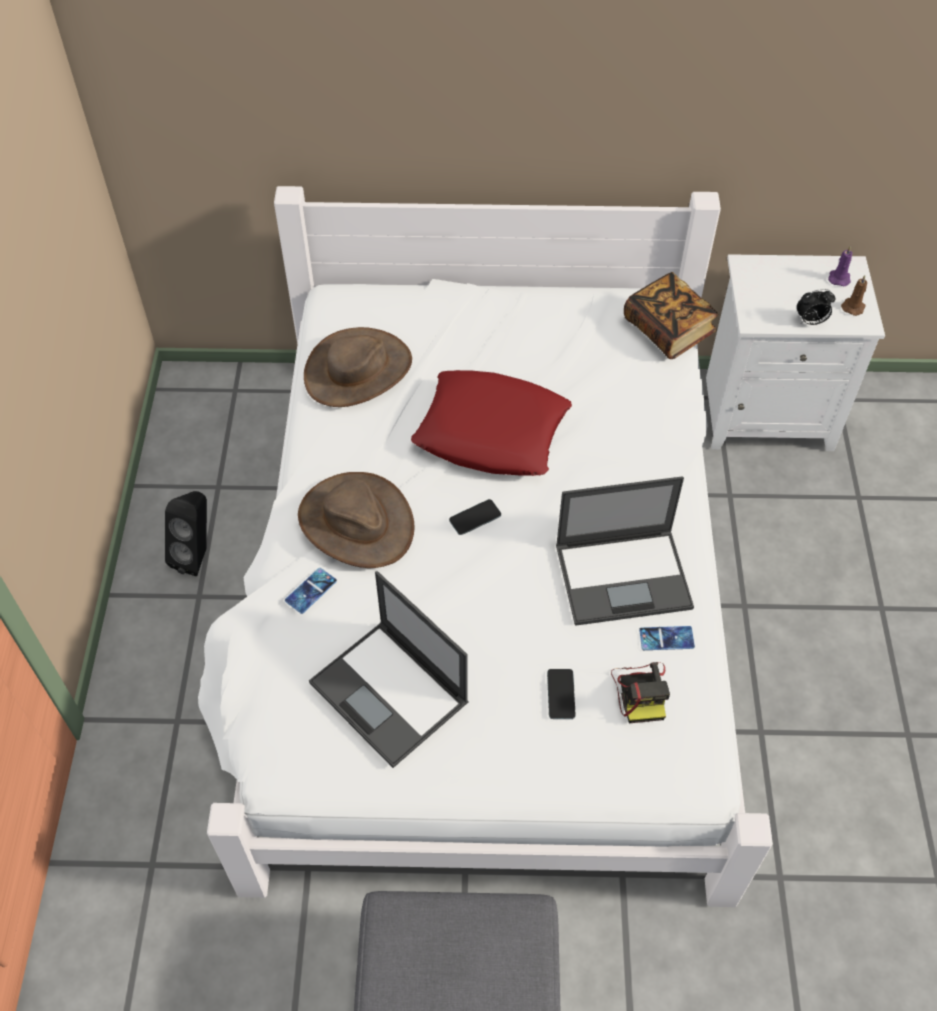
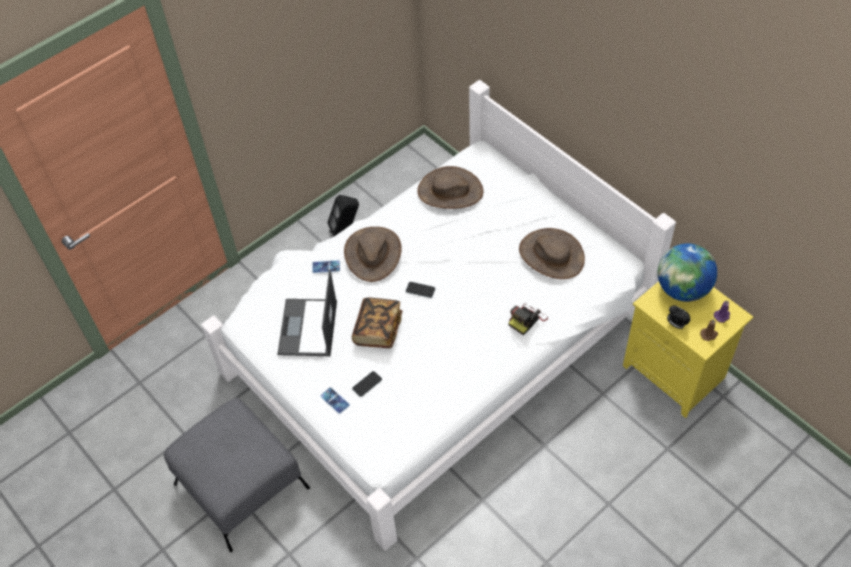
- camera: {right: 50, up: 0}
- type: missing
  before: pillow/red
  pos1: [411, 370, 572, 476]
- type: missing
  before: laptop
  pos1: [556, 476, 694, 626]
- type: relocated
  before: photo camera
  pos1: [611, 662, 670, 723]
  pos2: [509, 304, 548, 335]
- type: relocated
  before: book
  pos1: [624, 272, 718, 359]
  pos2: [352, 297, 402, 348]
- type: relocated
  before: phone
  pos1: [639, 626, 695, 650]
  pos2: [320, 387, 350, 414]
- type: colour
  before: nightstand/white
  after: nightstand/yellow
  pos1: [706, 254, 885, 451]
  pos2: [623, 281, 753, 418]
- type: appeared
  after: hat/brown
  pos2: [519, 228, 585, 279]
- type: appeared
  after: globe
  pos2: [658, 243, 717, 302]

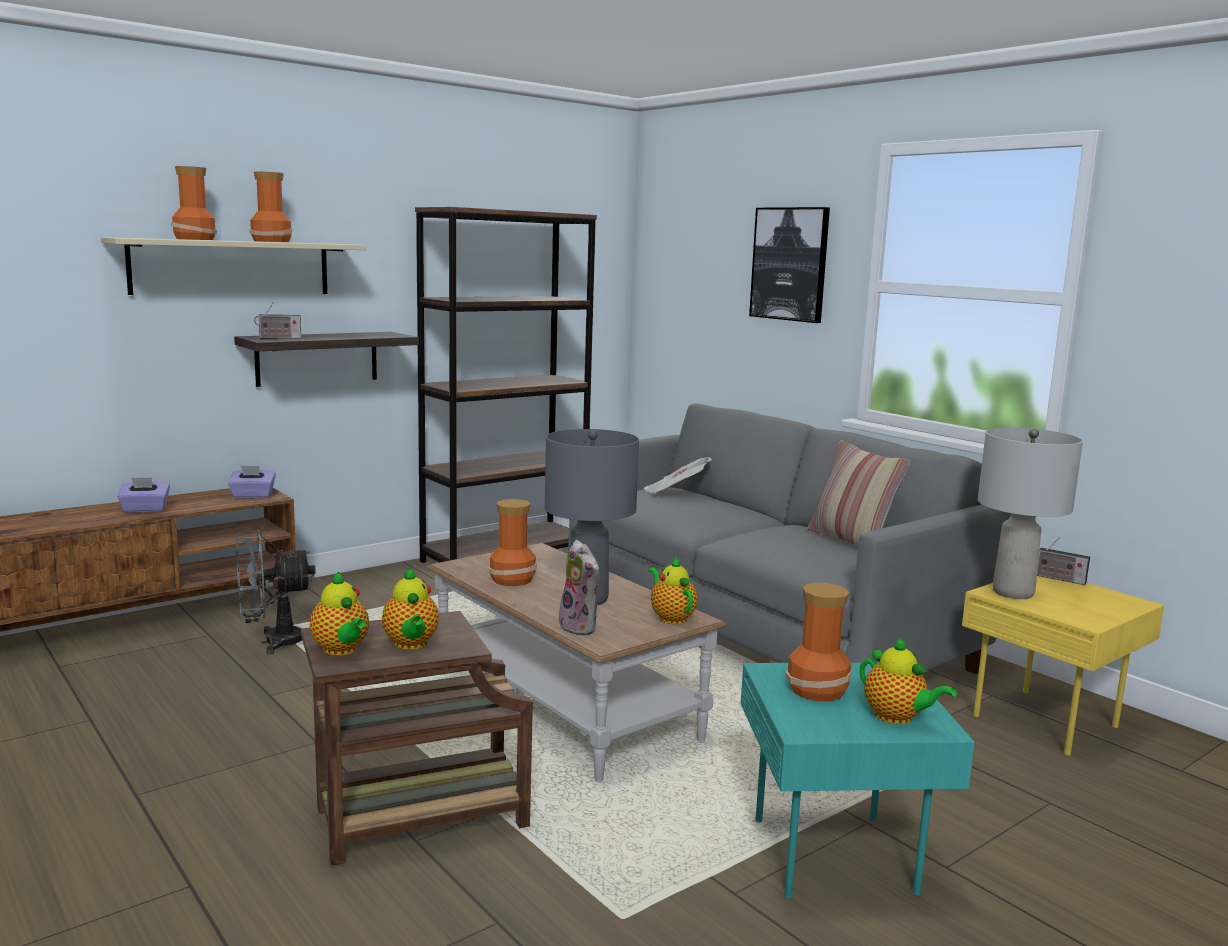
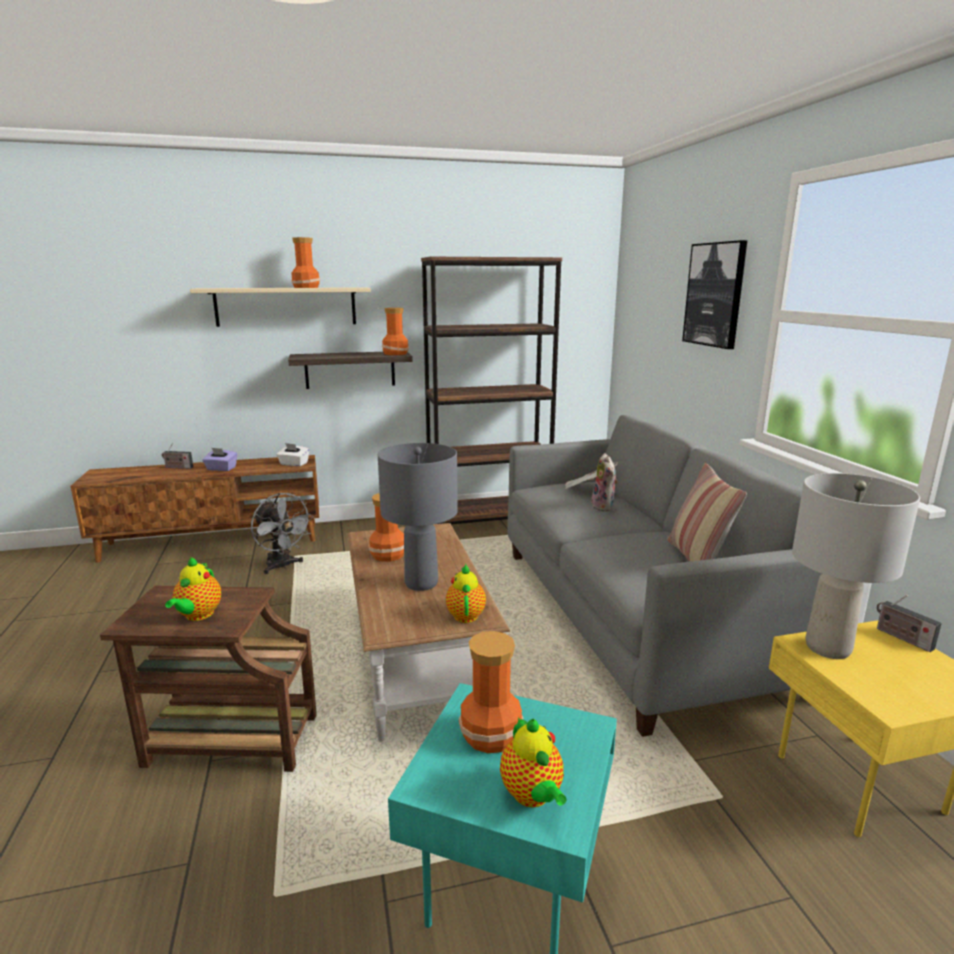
- camera: {right: 25, up: 5}
- type: relocated
  before: vase
  pos1: [171, 166, 217, 240]
  pos2: [382, 308, 409, 355]
- type: colour
  before: tissue box/purple
  after: tissue box/white
  pos1: [228, 465, 276, 499]
  pos2: [276, 443, 309, 466]
- type: spun
  before: fan/grey
  pos1: [236, 530, 316, 655]
  pos2: [251, 493, 314, 574]
  turn: -135
- type: relocated
  before: radio
  pos1: [254, 302, 301, 339]
  pos2: [162, 443, 193, 469]
- type: missing
  before: teapot
  pos1: [310, 571, 369, 655]
- type: relocated
  before: plush toy
  pos1: [559, 540, 599, 635]
  pos2: [592, 453, 618, 512]

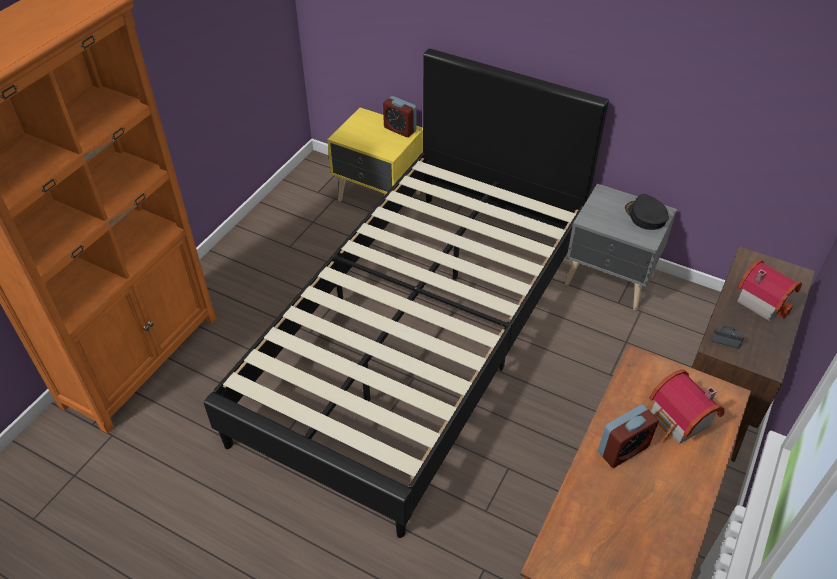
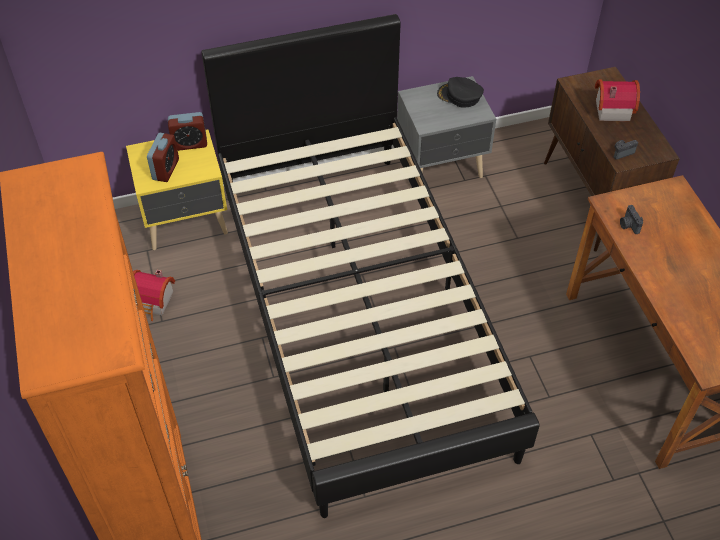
- camera: {right: -45, up: 5}
- type: relocated
  before: alarm clock
  pos1: [598, 404, 659, 468]
  pos2: [147, 133, 179, 182]
- type: relocated
  before: toy house
  pos1: [649, 369, 725, 444]
  pos2: [133, 270, 175, 321]
- type: appeared
  after: photo camera
  pos2: [620, 205, 643, 234]

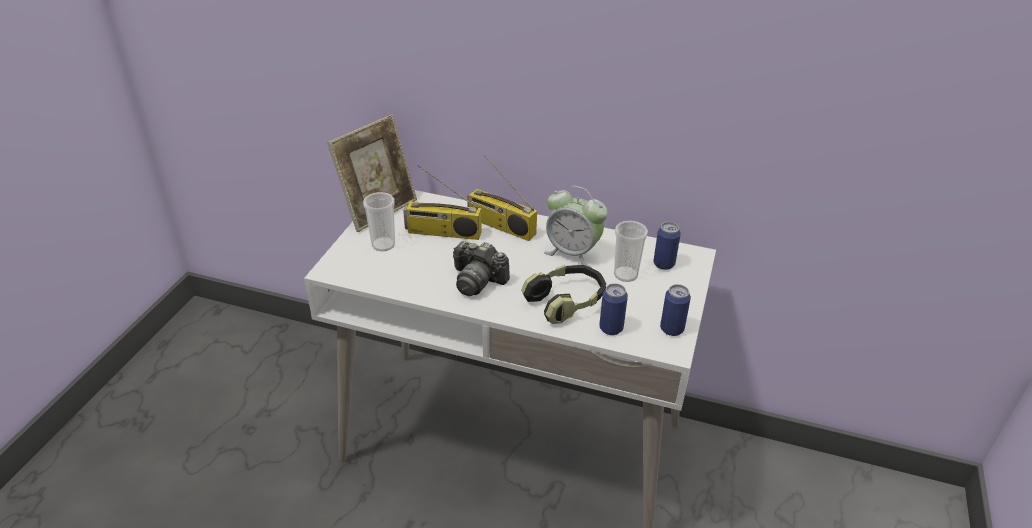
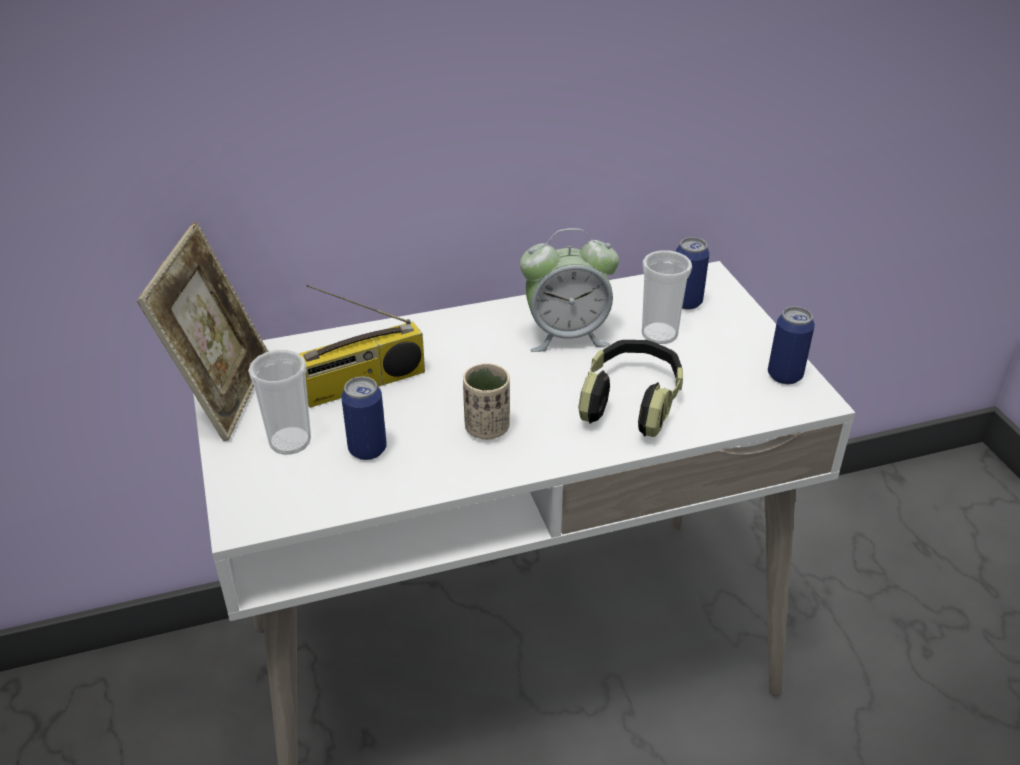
- camera: {right: -35, up: 0}
- type: exchanged
  before: photo camera
  after: cup/beige
  pos1: [453, 241, 510, 296]
  pos2: [463, 363, 510, 440]
- type: missing
  before: radio
  pos1: [467, 155, 537, 241]
- type: relocated
  before: can
  pos1: [599, 283, 628, 335]
  pos2: [341, 377, 387, 460]

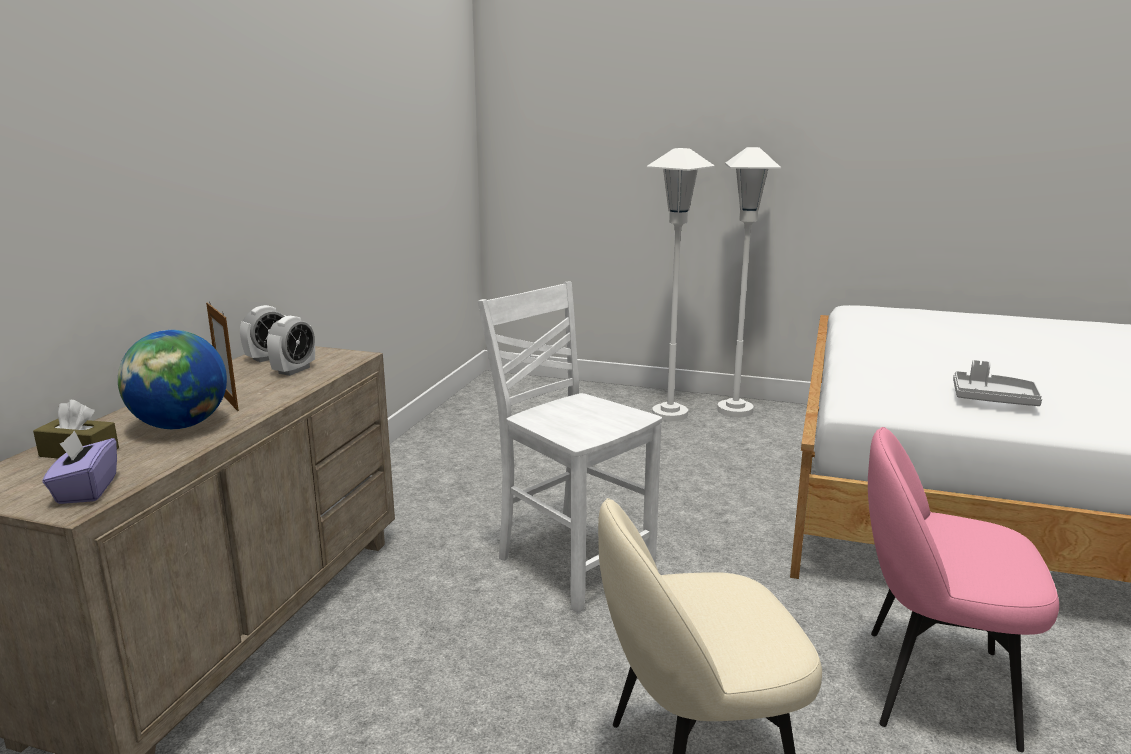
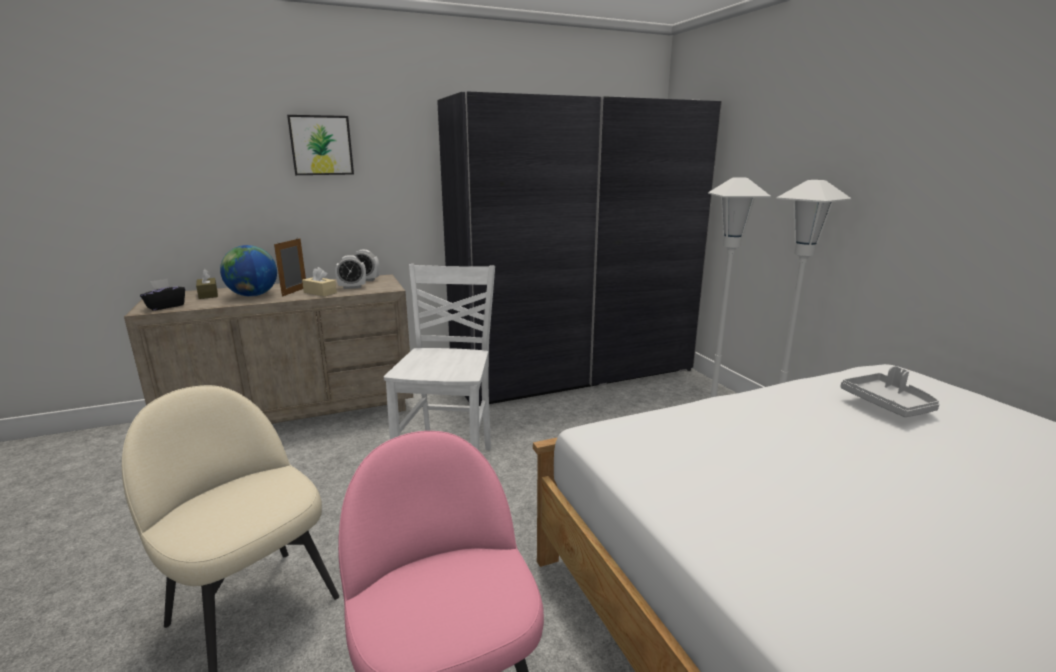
- camera: {right: 50, up: 0}
- type: colour
  before: tissue box/purple
  after: tissue box/black
  pos1: [43, 431, 117, 504]
  pos2: [140, 279, 185, 311]
- type: relocated
  before: tray/grey
  pos1: [953, 360, 1042, 406]
  pos2: [840, 366, 940, 417]
- type: appeared
  after: picture
  pos2: [287, 115, 354, 175]
- type: appeared
  after: tissue box/beige
  pos2: [302, 267, 337, 296]
- type: appeared
  after: wardrobe/grey
  pos2: [437, 91, 722, 406]

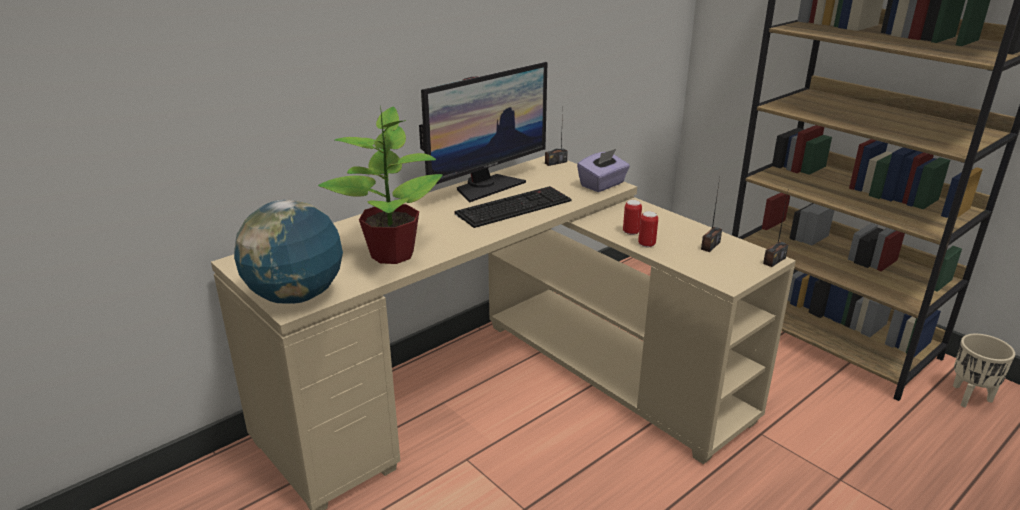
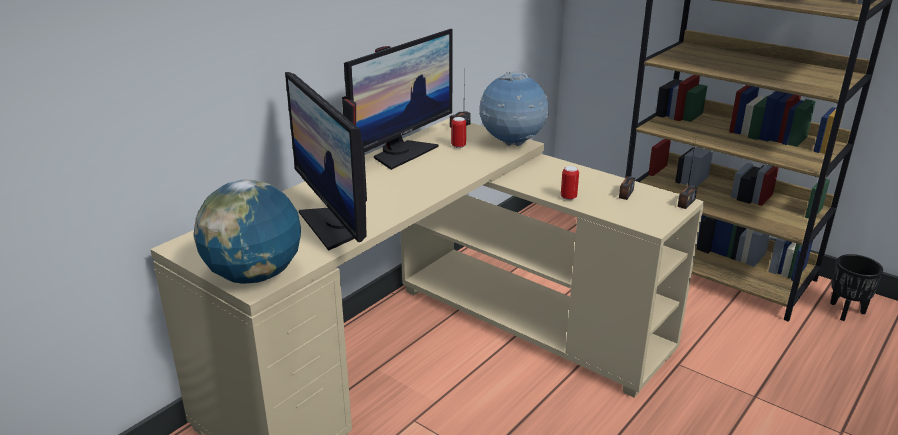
- camera: {right: -10, up: 0}
- type: exchanged
  before: potted plant
  after: monitor
  pos1: [318, 106, 442, 264]
  pos2: [285, 72, 367, 251]
- type: missing
  before: keyboard
  pos1: [455, 186, 572, 228]
- type: exchanged
  before: tissue box/purple
  after: globe
  pos1: [577, 149, 630, 192]
  pos2: [479, 71, 549, 146]
- type: relocated
  before: can
  pos1: [623, 200, 642, 235]
  pos2: [451, 117, 466, 148]
- type: colour
  before: planter/beige
  after: planter/black
  pos1: [953, 334, 1015, 407]
  pos2: [830, 254, 883, 321]

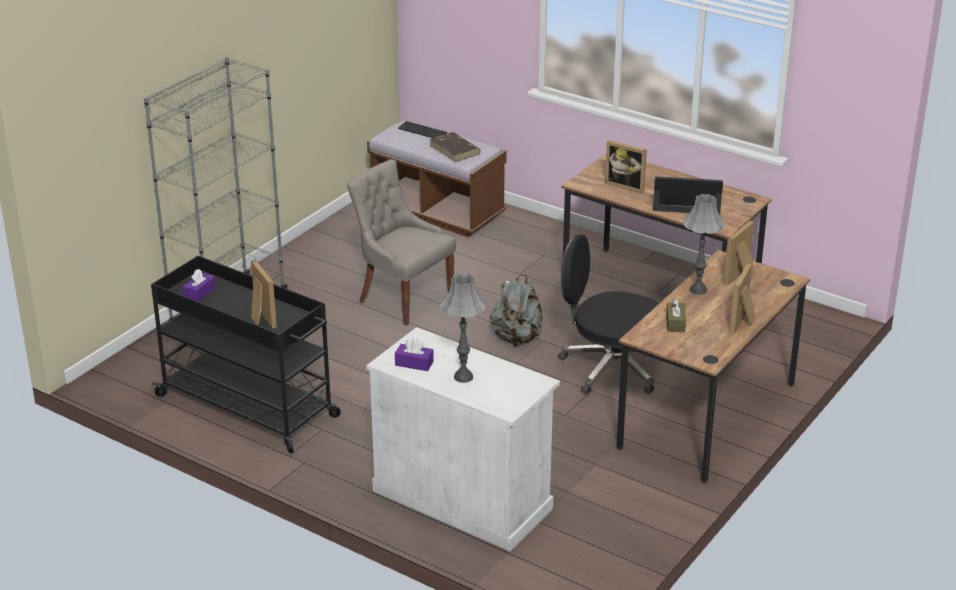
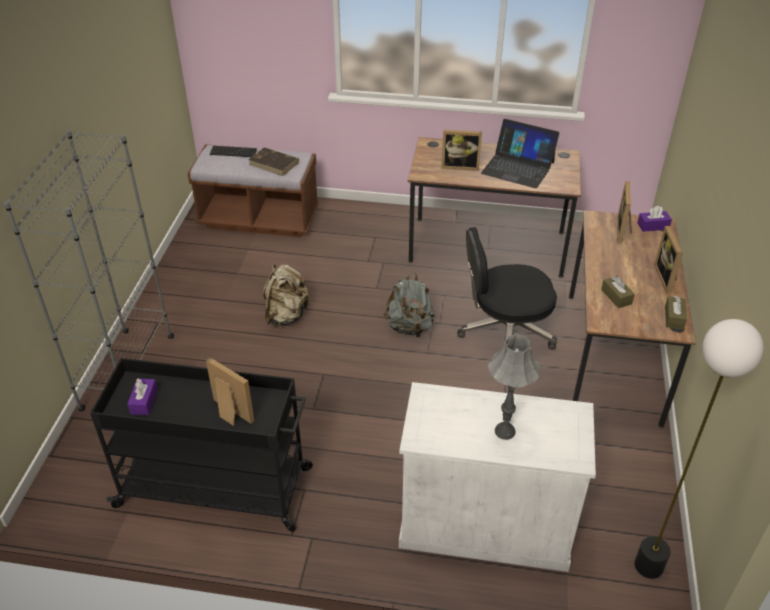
- camera: {right: -25, up: 10}
- type: exchanged
  before: chair/grey
  after: backpack/beige
  pos1: [346, 159, 456, 326]
  pos2: [263, 264, 310, 327]
- type: relocated
  before: tissue box/purple
  pos1: [395, 338, 434, 371]
  pos2: [637, 206, 672, 232]
- type: spun
  before: laptop
  pos1: [653, 176, 723, 215]
  pos2: [481, 119, 559, 188]
  turn: -135
- type: missing
  before: table lamp/grey
  pos1: [683, 194, 725, 295]
- type: appeared
  after: floor lamp
  pos2: [634, 319, 764, 579]
- type: appeared
  after: tissue box/brown
  pos2: [665, 296, 687, 330]

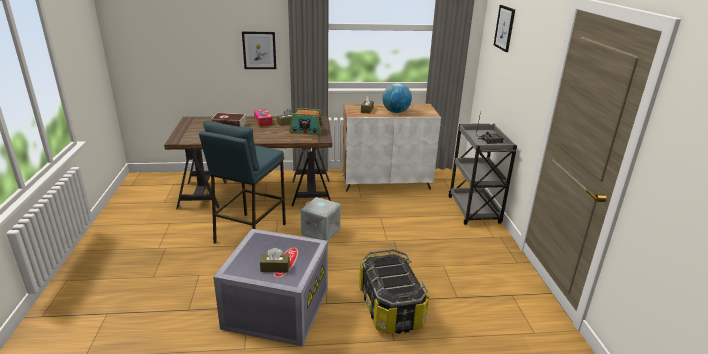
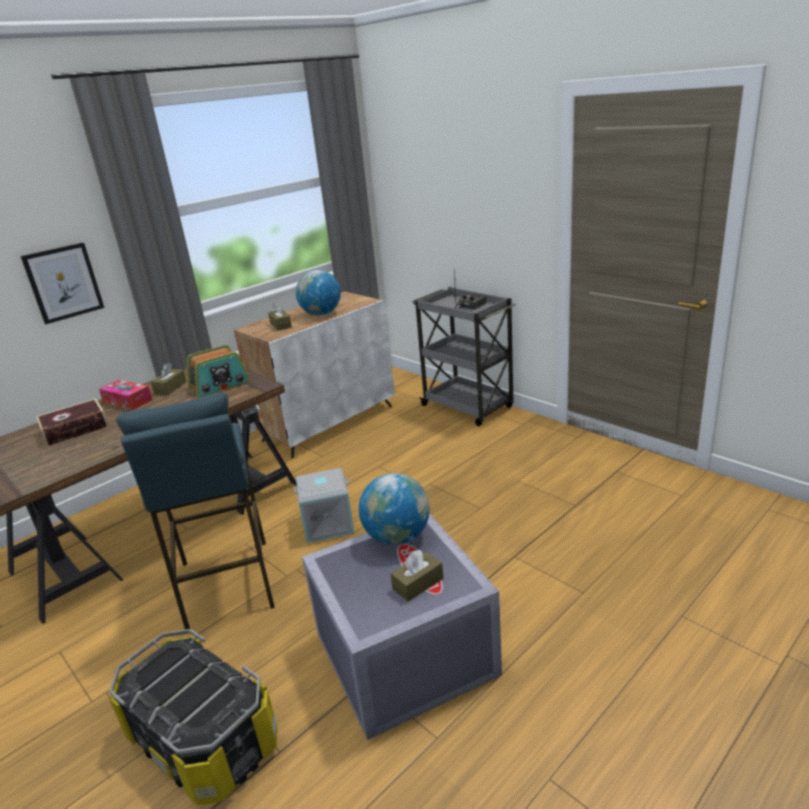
- camera: {right: -35, up: 0}
- type: relocated
  before: storage box
  pos1: [359, 249, 429, 334]
  pos2: [109, 629, 277, 805]
- type: missing
  before: picture
  pos1: [494, 5, 515, 52]
- type: appeared
  after: globe
  pos2: [359, 473, 430, 545]

